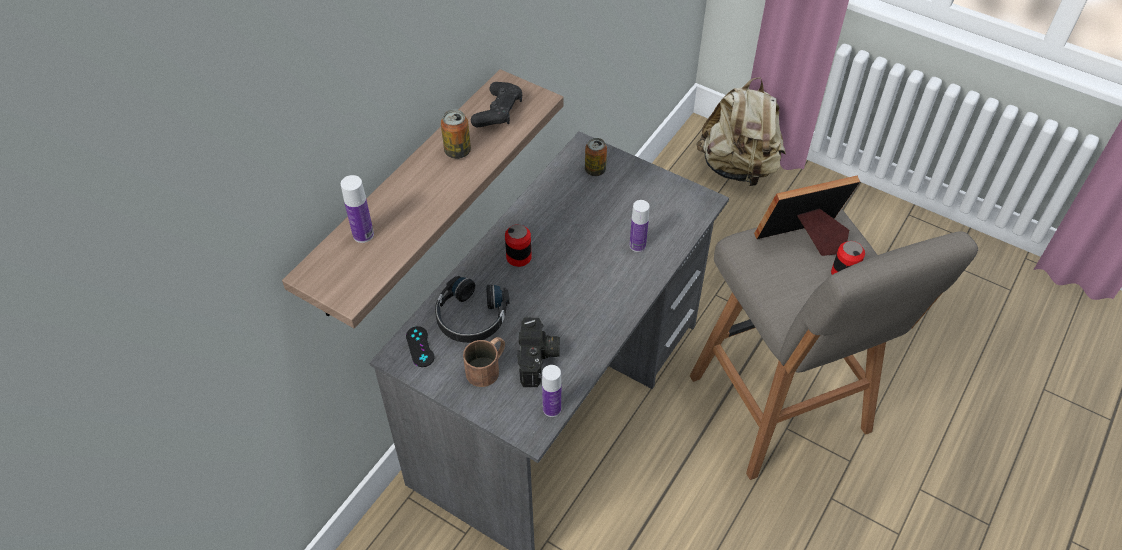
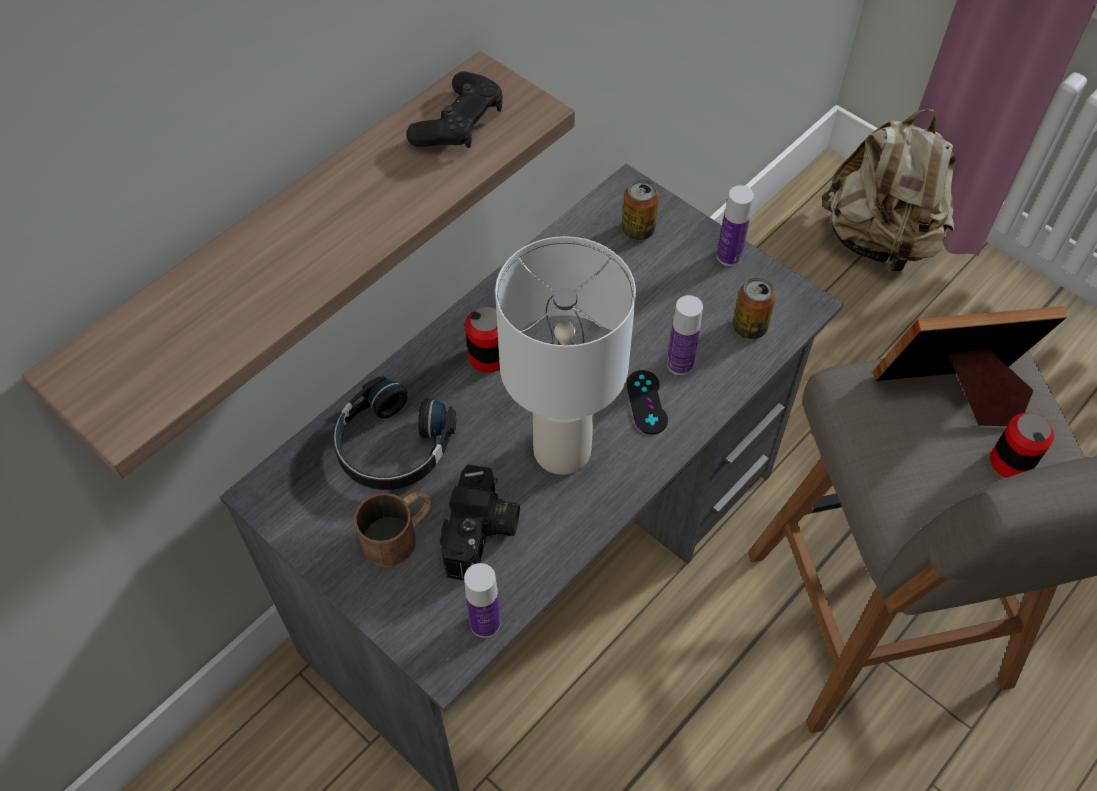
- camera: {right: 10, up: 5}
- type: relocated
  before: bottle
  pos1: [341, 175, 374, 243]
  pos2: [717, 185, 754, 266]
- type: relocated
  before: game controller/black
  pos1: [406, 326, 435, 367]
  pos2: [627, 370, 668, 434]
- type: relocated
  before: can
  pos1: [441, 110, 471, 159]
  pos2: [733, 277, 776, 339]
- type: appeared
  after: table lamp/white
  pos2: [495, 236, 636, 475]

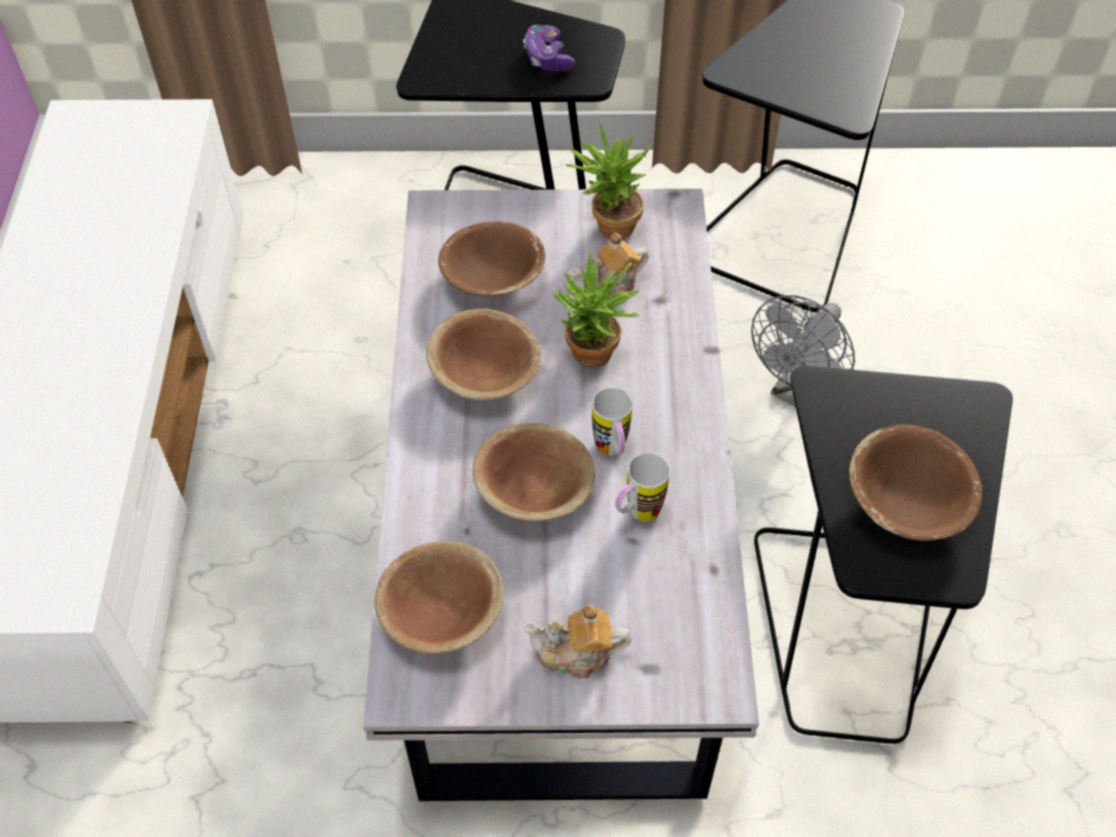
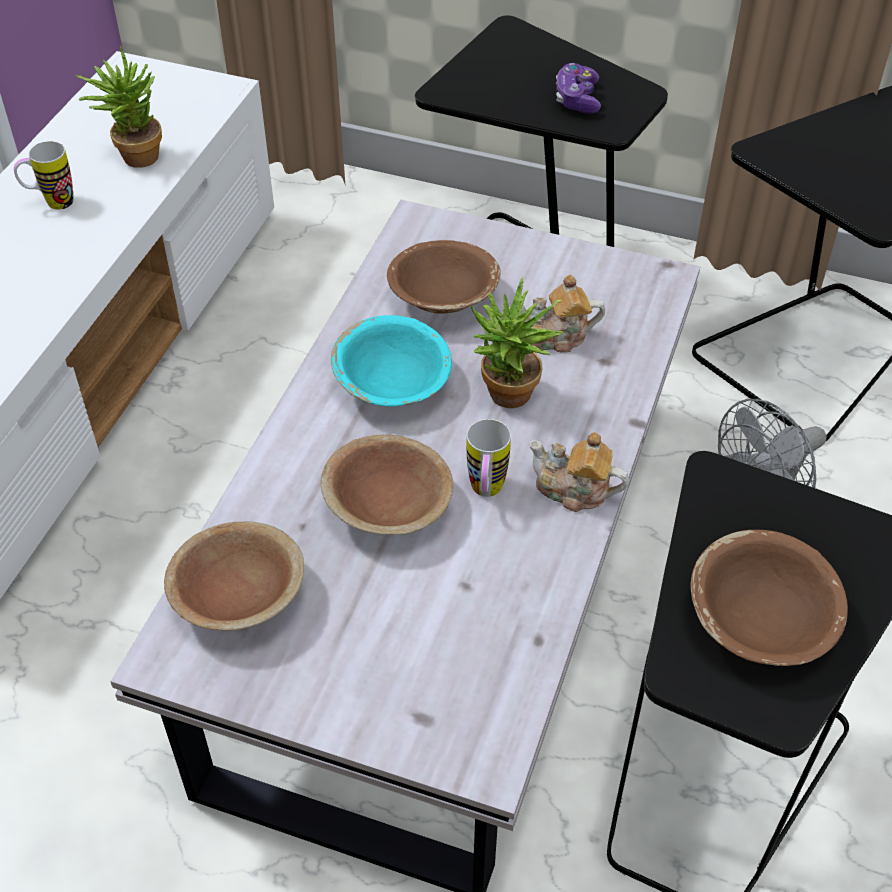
- camera: {right: 20, up: -5}
- type: colour
  before: bowl/brown
  after: bowl/turquoise
  pos1: [426, 308, 540, 400]
  pos2: [331, 315, 452, 407]
- type: relocated
  before: teapot
  pos1: [523, 605, 631, 679]
  pos2: [529, 432, 629, 512]
- type: relocated
  before: potted plant
  pos1: [566, 124, 652, 239]
  pos2: [76, 46, 162, 168]
- type: relocated
  before: mug
  pos1: [615, 453, 670, 522]
  pos2: [14, 141, 73, 210]

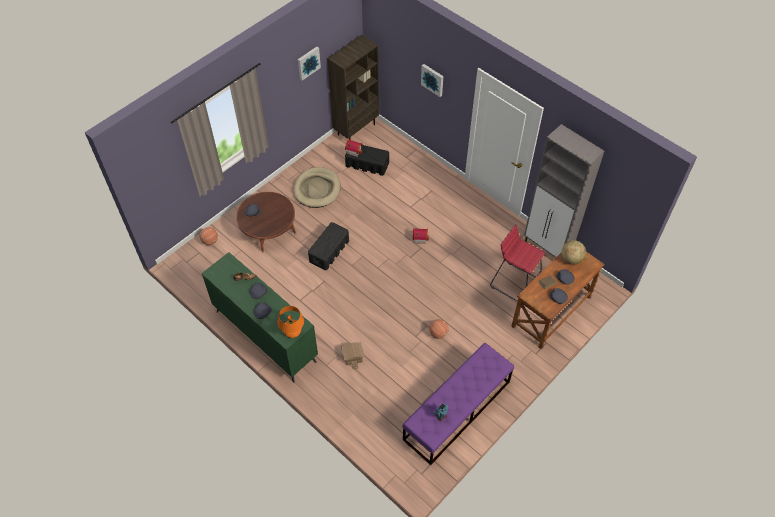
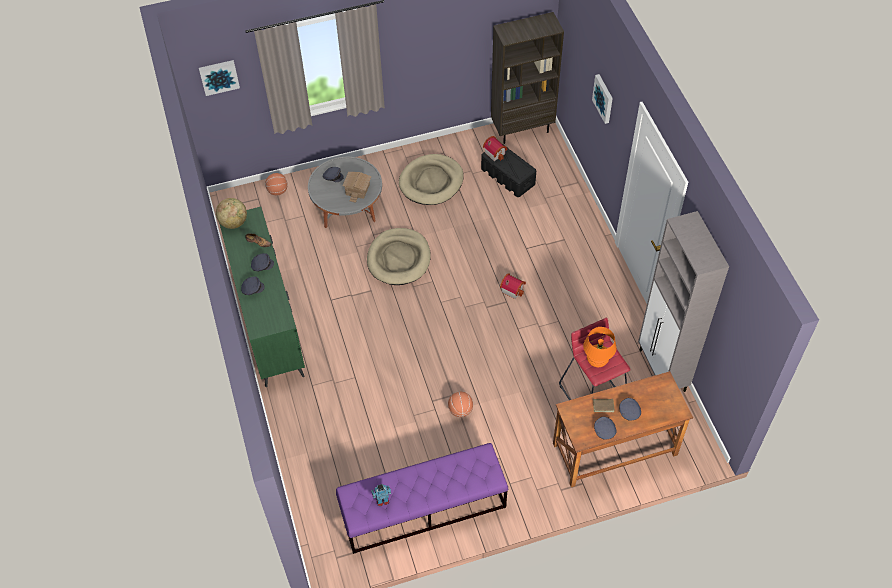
- camera: {right: 30, up: 0}
- type: colour
  before: coffee table/brown
  after: coffee table/grey
  pos1: [236, 192, 296, 252]
  pos2: [308, 157, 382, 228]
- type: relocated
  before: table lamp/orange
  pos1: [278, 306, 304, 338]
  pos2: [583, 327, 617, 367]
- type: relocated
  before: picture
  pos1: [298, 47, 321, 80]
  pos2: [199, 60, 240, 96]
- type: exchanged
  before: storage box/black
  after: dog bed/beige
  pos1: [308, 222, 349, 270]
  pos2: [367, 228, 431, 285]
- type: relocated
  before: toy house
  pos1: [341, 342, 364, 369]
  pos2: [342, 172, 372, 203]
- type: relocated
  before: globe
  pos1: [561, 240, 586, 265]
  pos2: [216, 198, 247, 229]

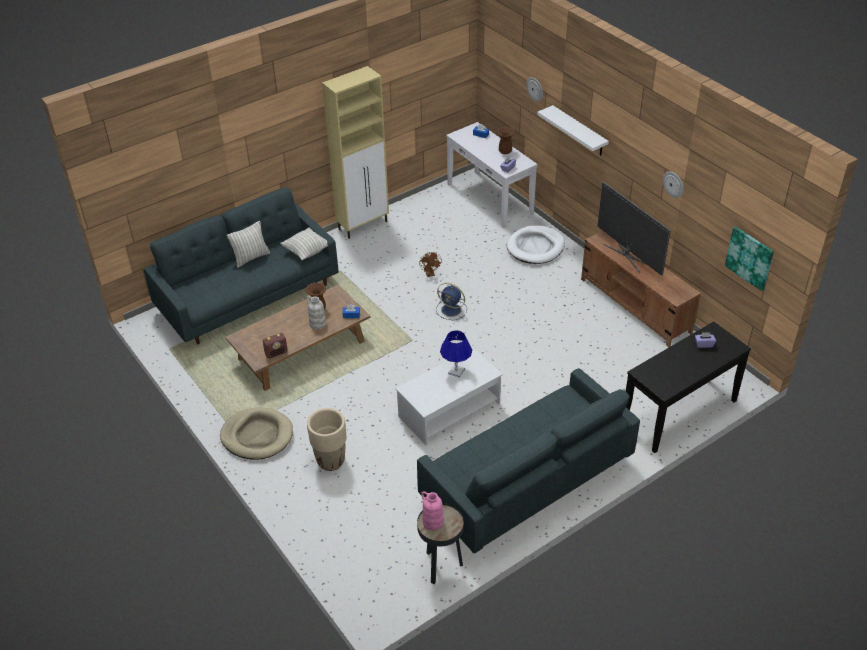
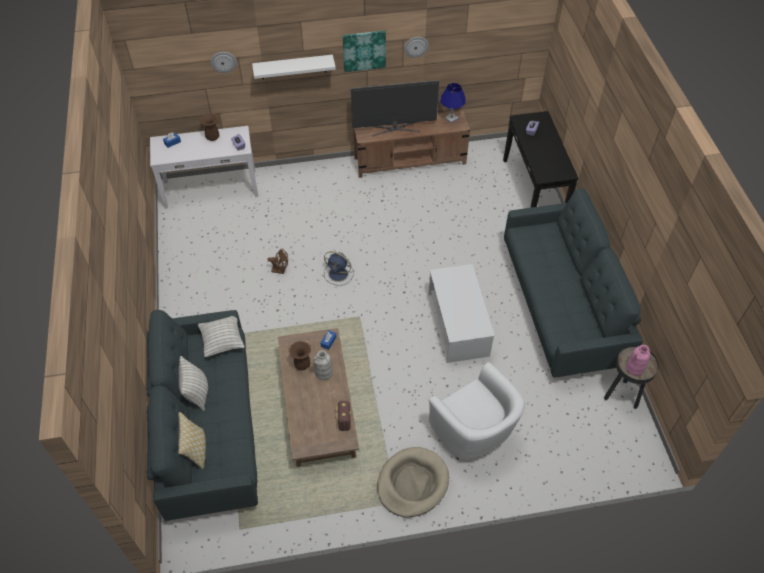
- camera: {right: -65, up: 10}
- type: exchanged
  before: planter/beige
  after: armchair/white
  pos1: [307, 408, 346, 471]
  pos2: [429, 362, 525, 460]
- type: missing
  before: cabinet/beige
  pos1: [322, 66, 389, 239]
- type: spun
  before: fan/blue
  pos1: [436, 283, 467, 320]
  pos2: [324, 251, 354, 286]
  turn: 60
- type: relocated
  before: table lamp/blue
  pos1: [440, 330, 472, 378]
  pos2: [440, 83, 466, 123]
- type: missing
  before: dog bed/white
  pos1: [507, 225, 565, 264]
- type: relocated
  before: picture
  pos1: [725, 227, 774, 291]
  pos2: [343, 31, 386, 72]
- type: appeared
  after: pillow
  pos2: [178, 412, 206, 469]

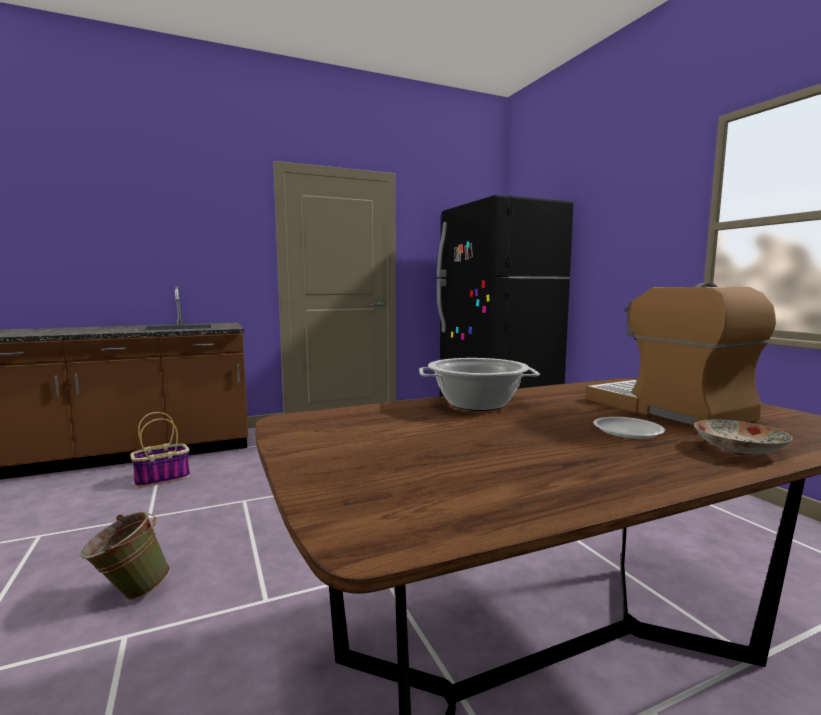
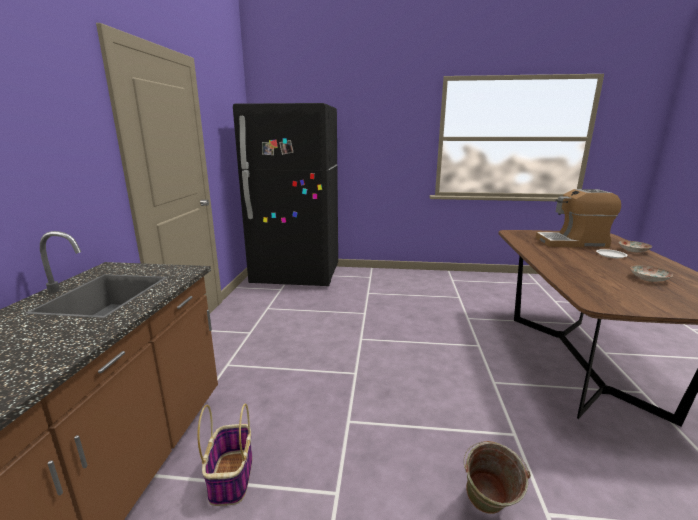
- camera: {right: -60, up: 10}
- type: missing
  before: cooking pot
  pos1: [419, 358, 540, 411]
- type: appeared
  after: plate
  pos2: [630, 265, 673, 282]

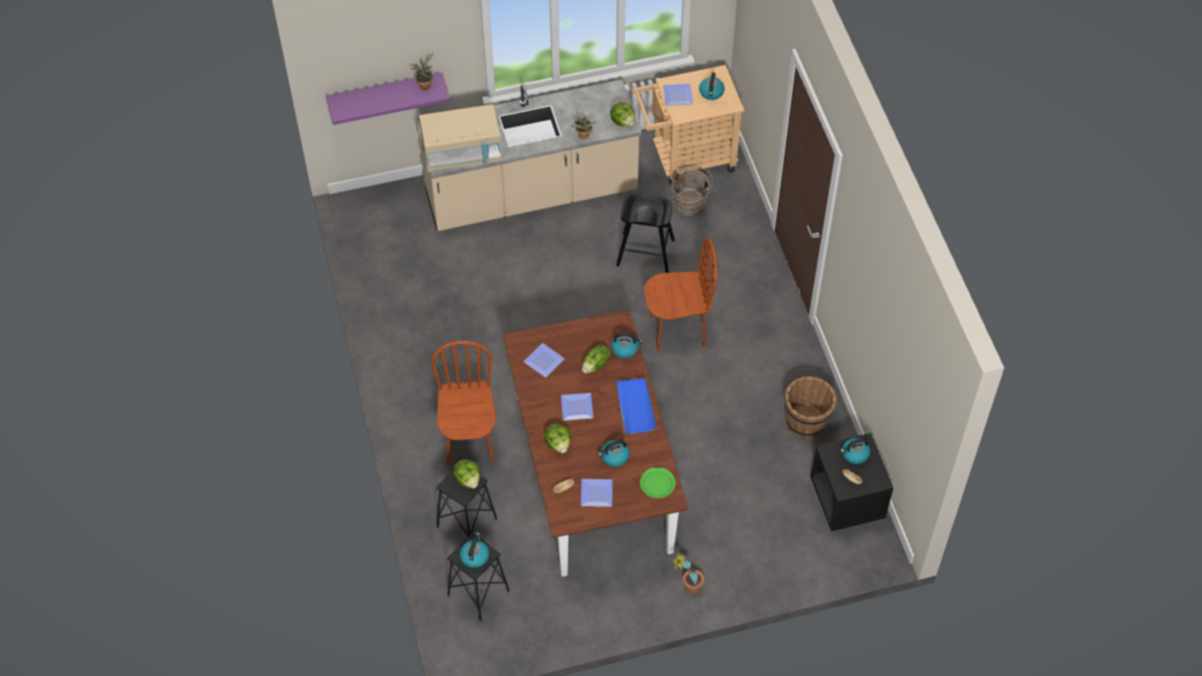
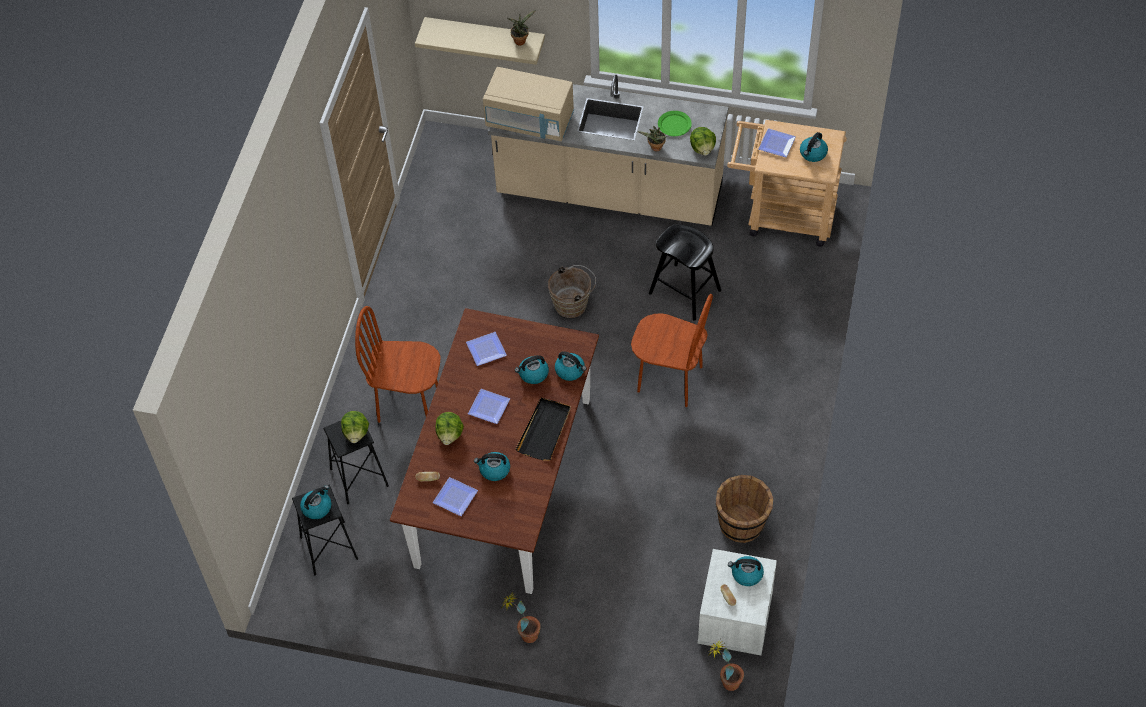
- camera: {right: 30, up: 0}
- type: colour
  before: shelf/purple
  after: shelf/beige
  pos1: [326, 72, 450, 125]
  pos2: [415, 17, 545, 65]
- type: spun
  before: chair/brown
  pos1: [431, 341, 496, 466]
  pos2: [355, 306, 441, 423]
  turn: -105
- type: exchanged
  before: lettuce
  after: kettle
  pos1: [582, 345, 611, 374]
  pos2: [515, 355, 549, 384]
- type: colour
  before: tray/blue
  after: tray/black
  pos1: [616, 377, 657, 434]
  pos2: [516, 398, 571, 461]
- type: relocated
  before: plate/green
  pos1: [640, 467, 676, 498]
  pos2: [658, 111, 692, 136]
- type: relocated
  before: bucket/brown
  pos1: [672, 166, 713, 216]
  pos2: [548, 265, 596, 318]
- type: colour
  before: nightstand/black
  after: nightstand/white
  pos1: [810, 433, 893, 531]
  pos2: [698, 549, 777, 655]
- type: appeared
  after: potted plant
  pos2: [709, 639, 744, 691]

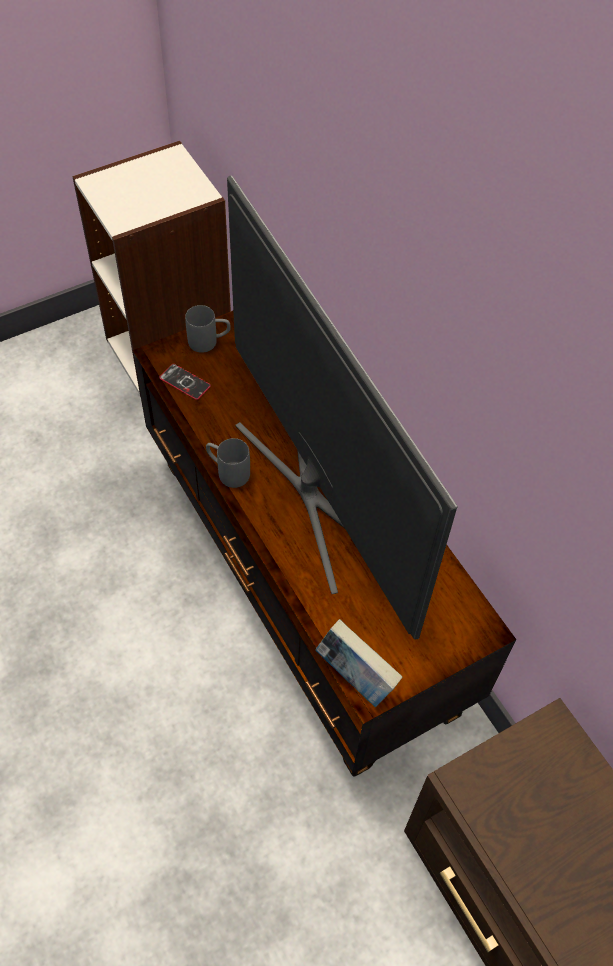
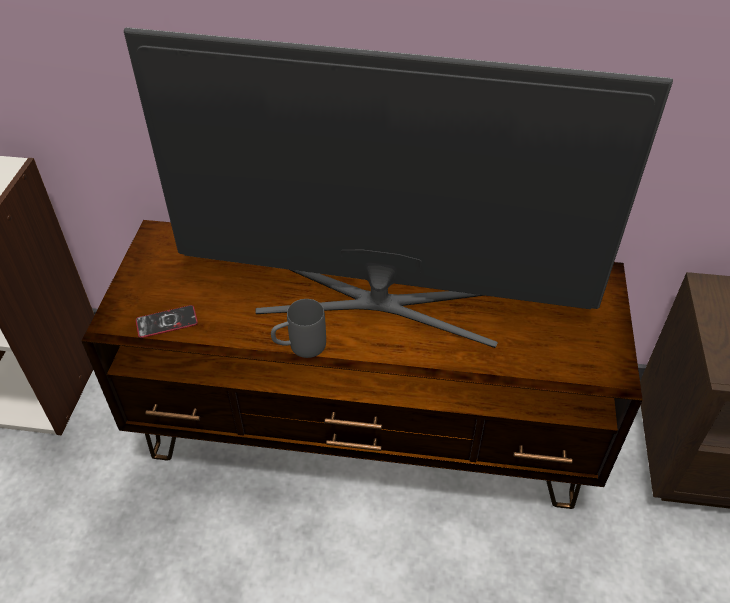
- camera: {right: -50, up: -10}
- type: missing
  before: mug/grey
  pos1: [185, 305, 231, 353]
- type: missing
  before: book
  pos1: [315, 619, 402, 707]

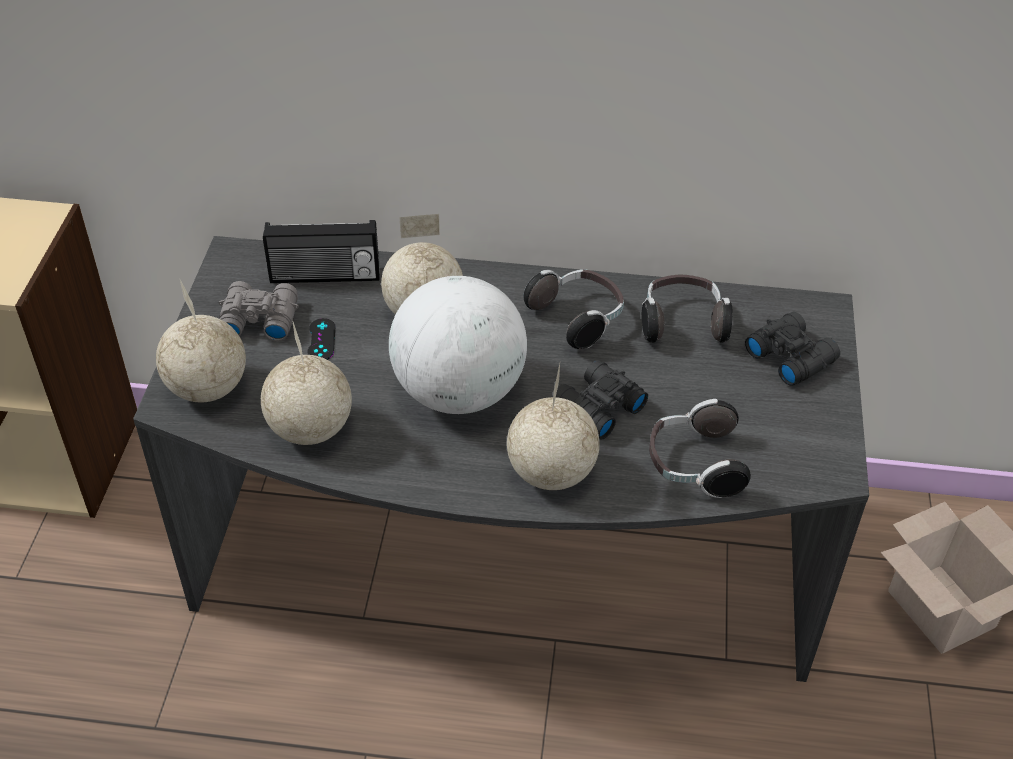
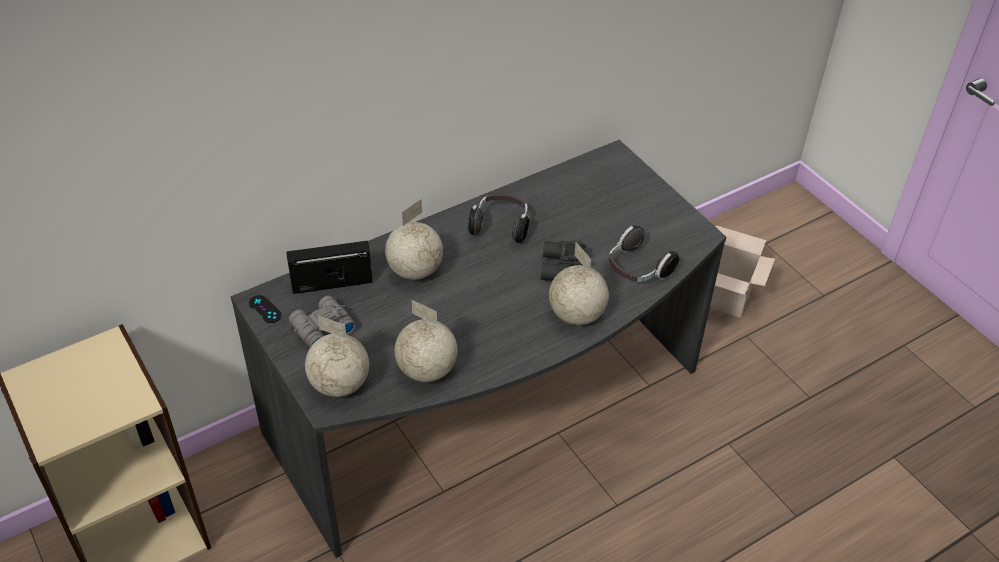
- camera: {right: -40, up: 0}
- type: spun
  before: radio
  pos1: [263, 220, 380, 283]
  pos2: [286, 241, 372, 294]
  turn: -150
- type: relocated
  before: game controller/black
  pos1: [307, 318, 335, 360]
  pos2: [249, 295, 282, 323]
- type: missing
  before: globe
  pos1: [389, 276, 527, 414]
- type: missing
  before: headphones
  pos1: [642, 275, 732, 343]
- type: missing
  before: binoculars/black
  pos1: [745, 312, 840, 386]

